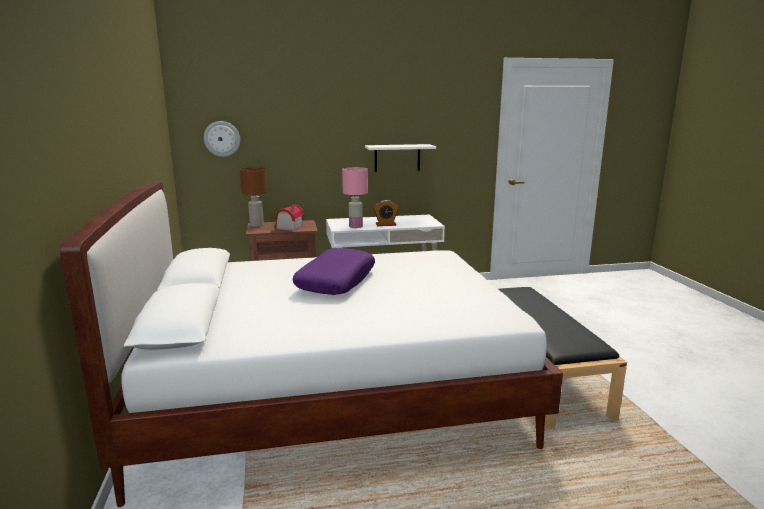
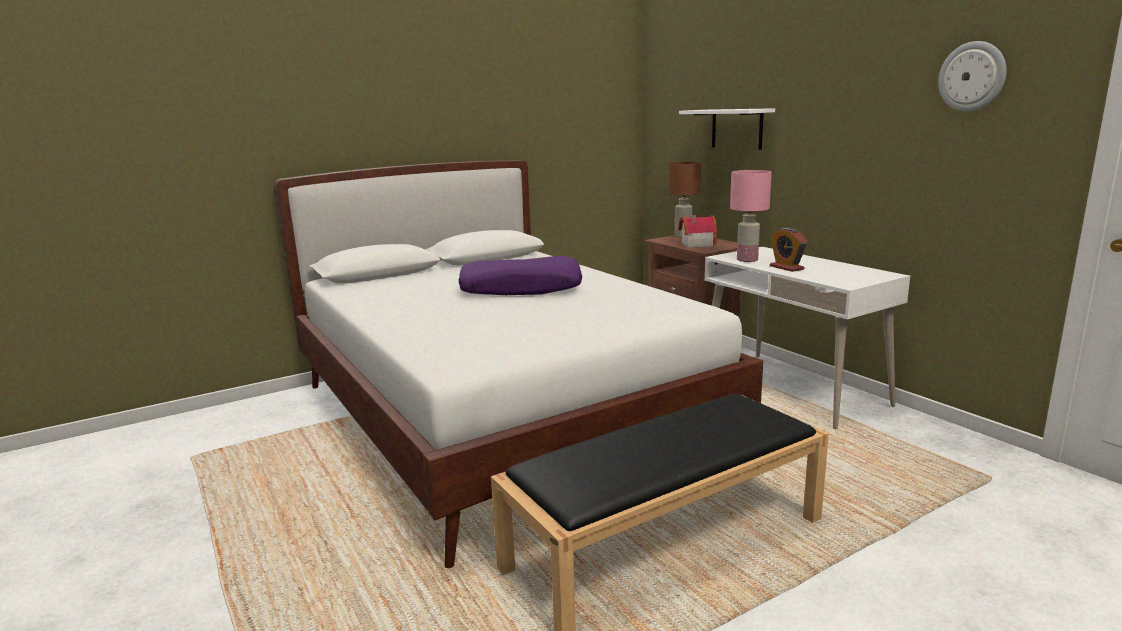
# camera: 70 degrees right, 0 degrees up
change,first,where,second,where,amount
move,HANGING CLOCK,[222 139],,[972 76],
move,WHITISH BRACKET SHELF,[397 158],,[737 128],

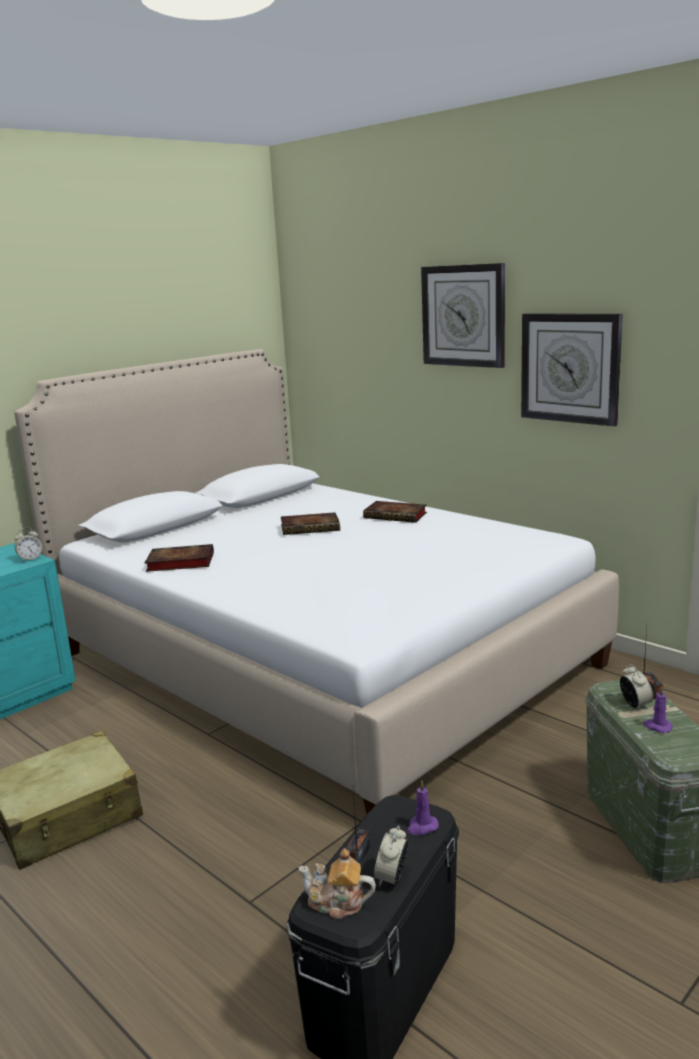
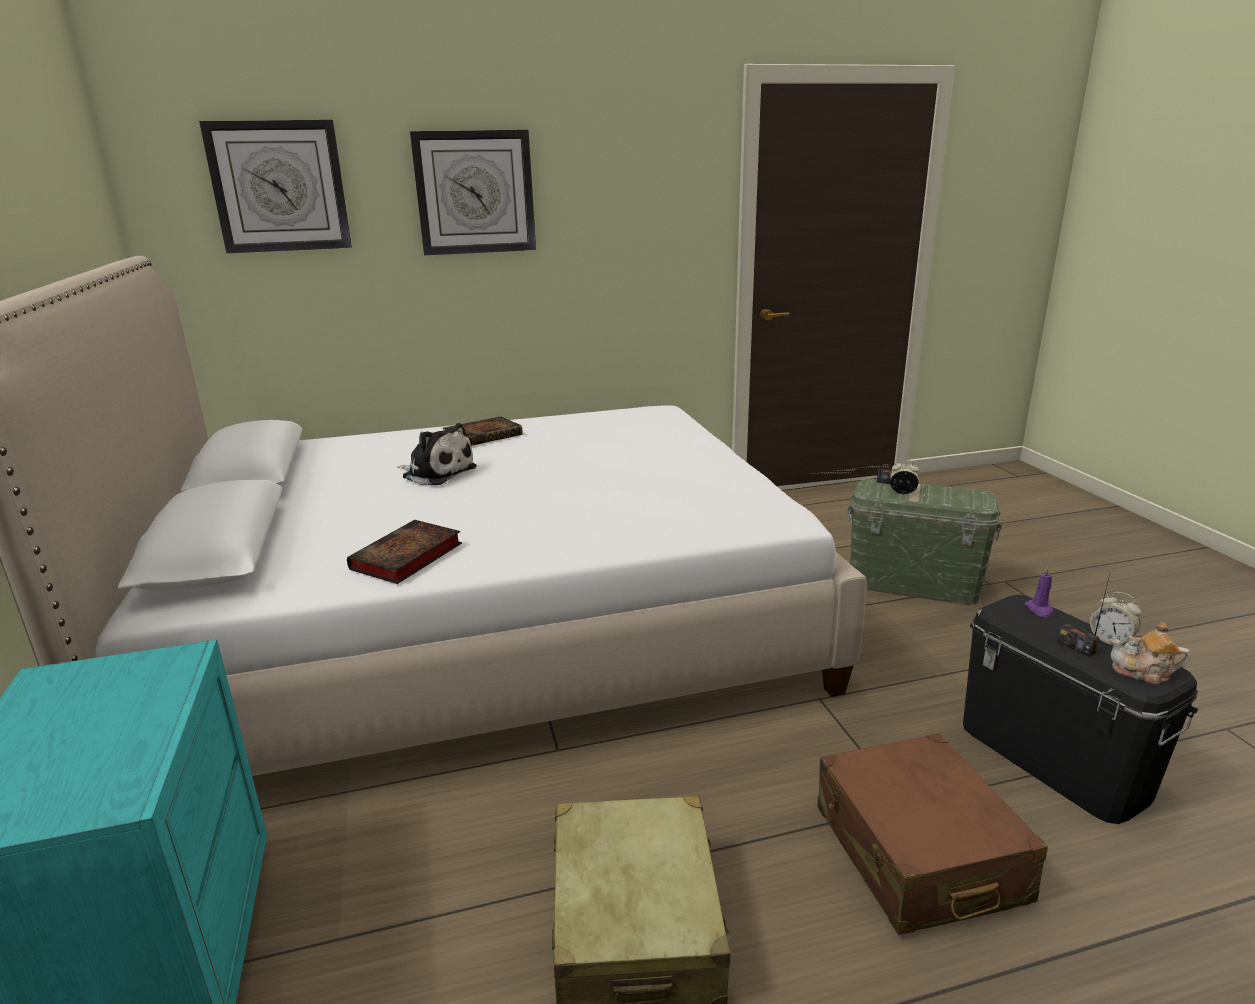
# camera: 60 degrees left, 5 degrees up
change,first,where,second,where,amount
delete,ALARM CLOCK,[30 559],,,
replace,BOOK,[311 527],PLUSH TOY,[437 472],
rotate,TEAPOT,[337 903],,[1143 673],60 degrees clockwise
move,HANGING CLOCK,[570 368],,[279 187],
delete,PURPLE-COLOURED CANDLE,[657 726],,,
insert,,,BROWNISH PIECE OF LUGGAGE,[917 854],

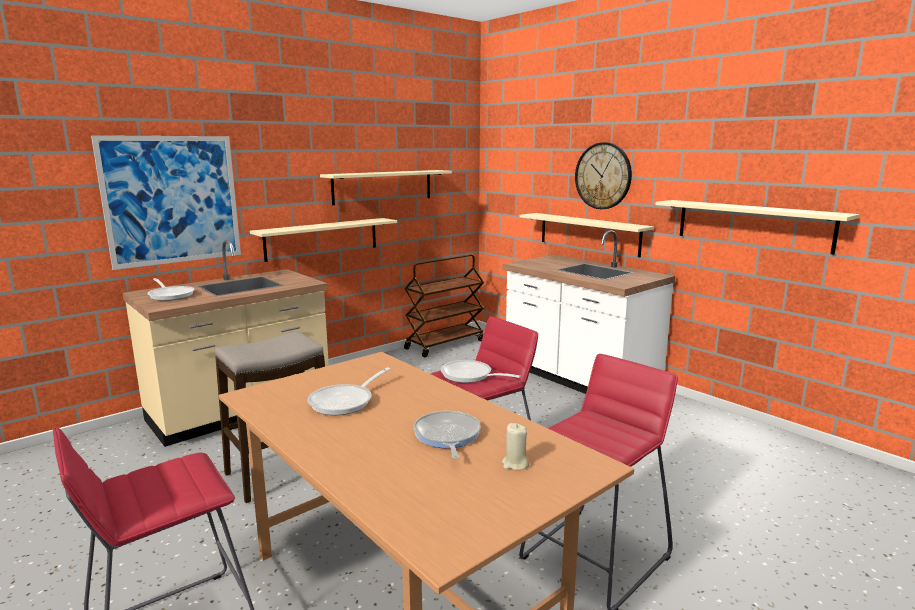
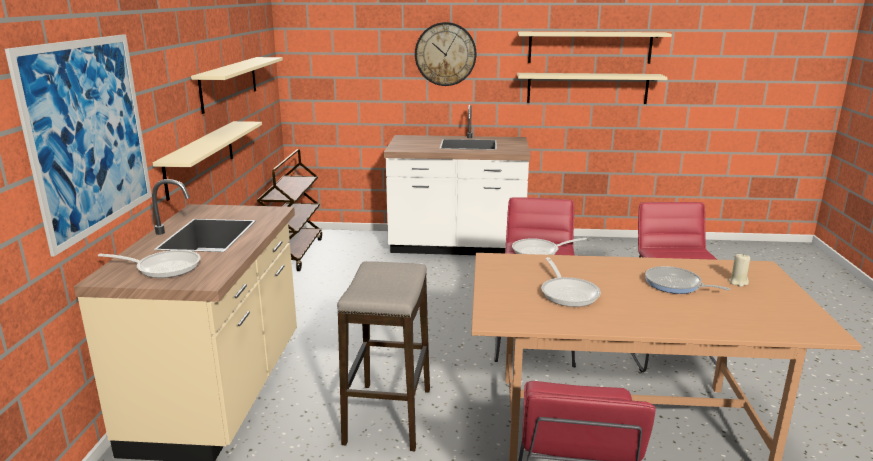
# camera: 45 degrees left, 5 degrees up
change,first,where,second,where,amount
move,BEIGE BRACKET SHELF,[588 234],,[589 47],

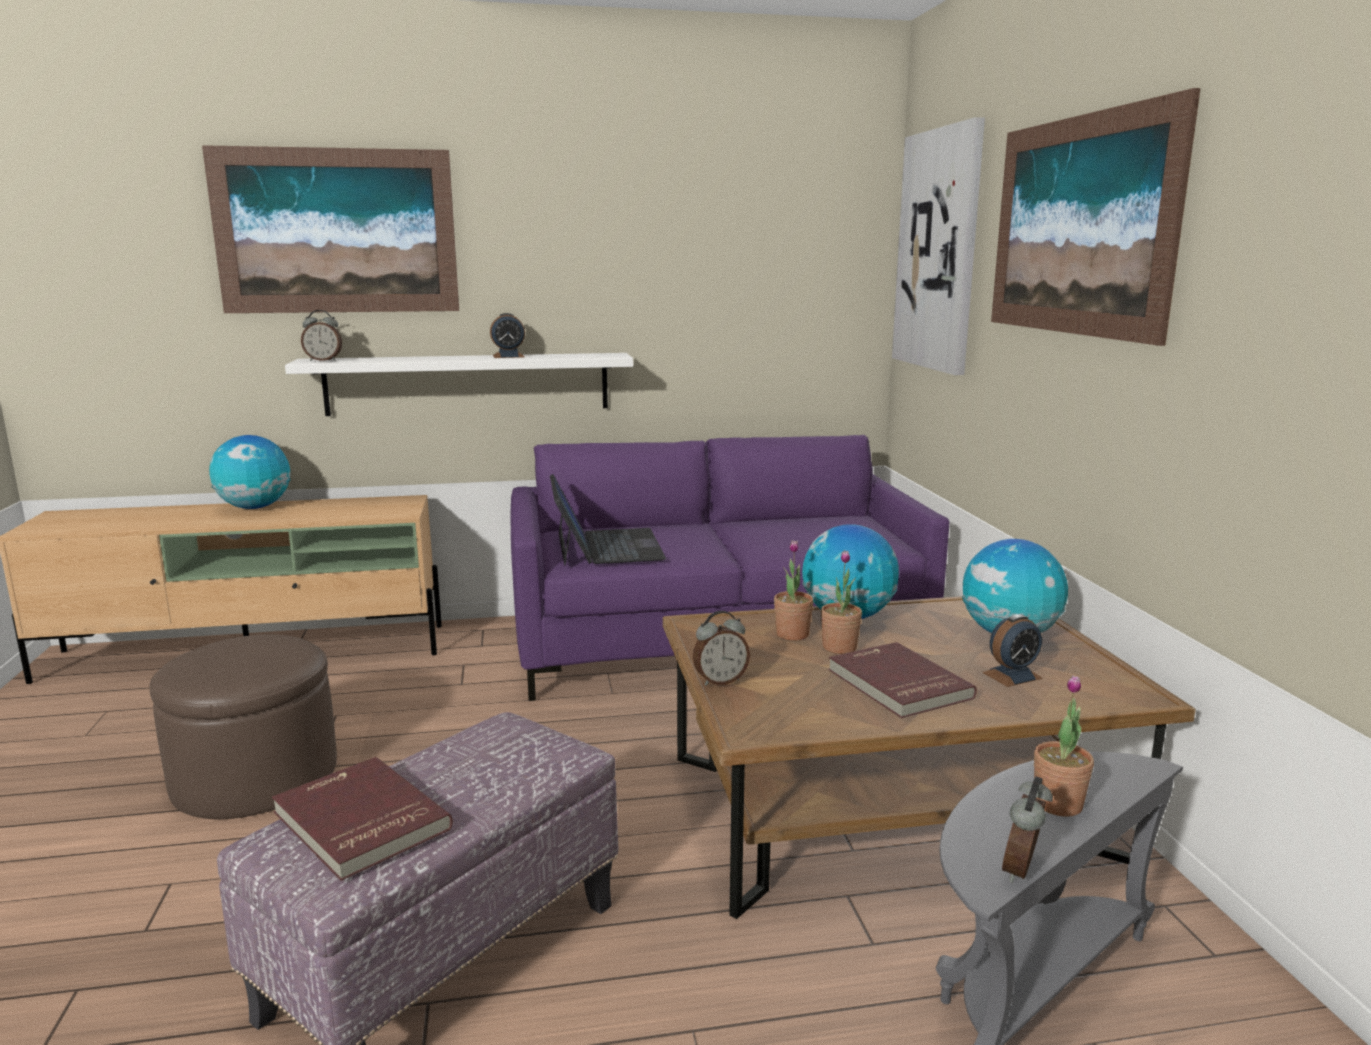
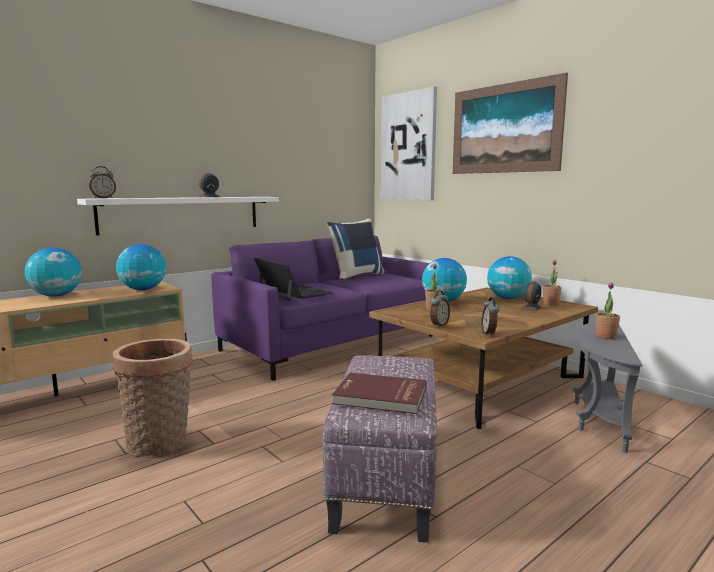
# camera: 30 degrees left, 5 degrees down
change,first,where,second,where,amount
replace,BROWNISH FOOTREST,[255 776],BASKET,[160 444],
delete,WALL PICTURE,[336 231],,,
move,POTTED PLANT,[839 647],,[550 303],
delete,REDDISH BOOK,[897 684],,,
move,ALARM CLOCK,[1023 871],,[489 334],
insert,,,DESK GLOBE,[143 289],
insert,,,BLUE CUSHION,[357 275],

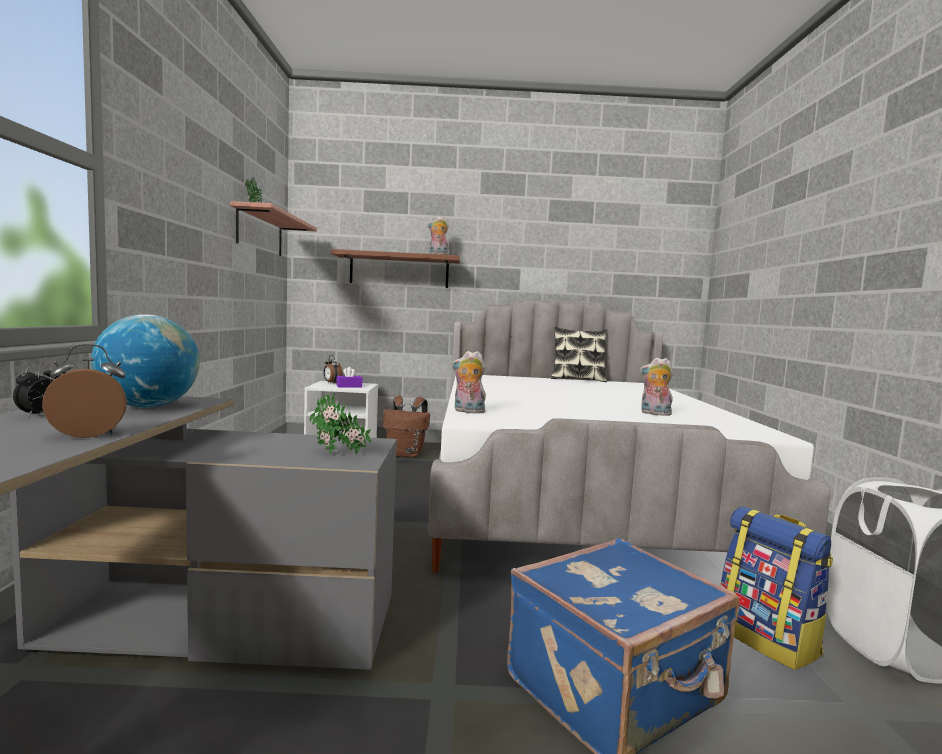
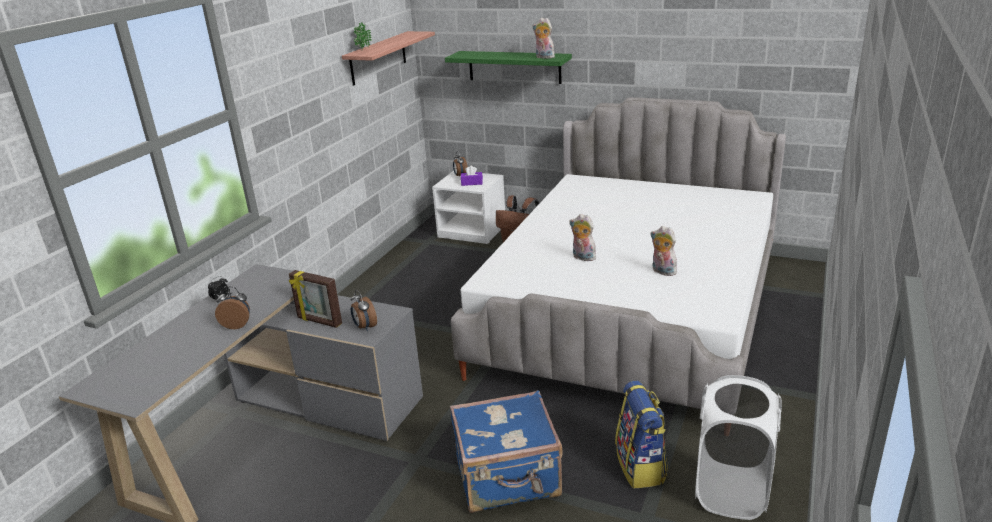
# camera: 25 degrees right, 20 degrees up
change,first,where,second,where,amount
delete,DESK GLOBE,[148 406],,,
replace,POTTED PLANT,[338 455],ALARM CLOCK,[364 327],
recolor,BROWNISH BRACKET SHELF,[399 270],GREEN BRACKET SHELF,[514 67],
move,PLUSH TOY,[468 411],,[582 257],
delete,CUSHION,[577 379],,,
insert,,,PICTURE FRAME,[319 321],

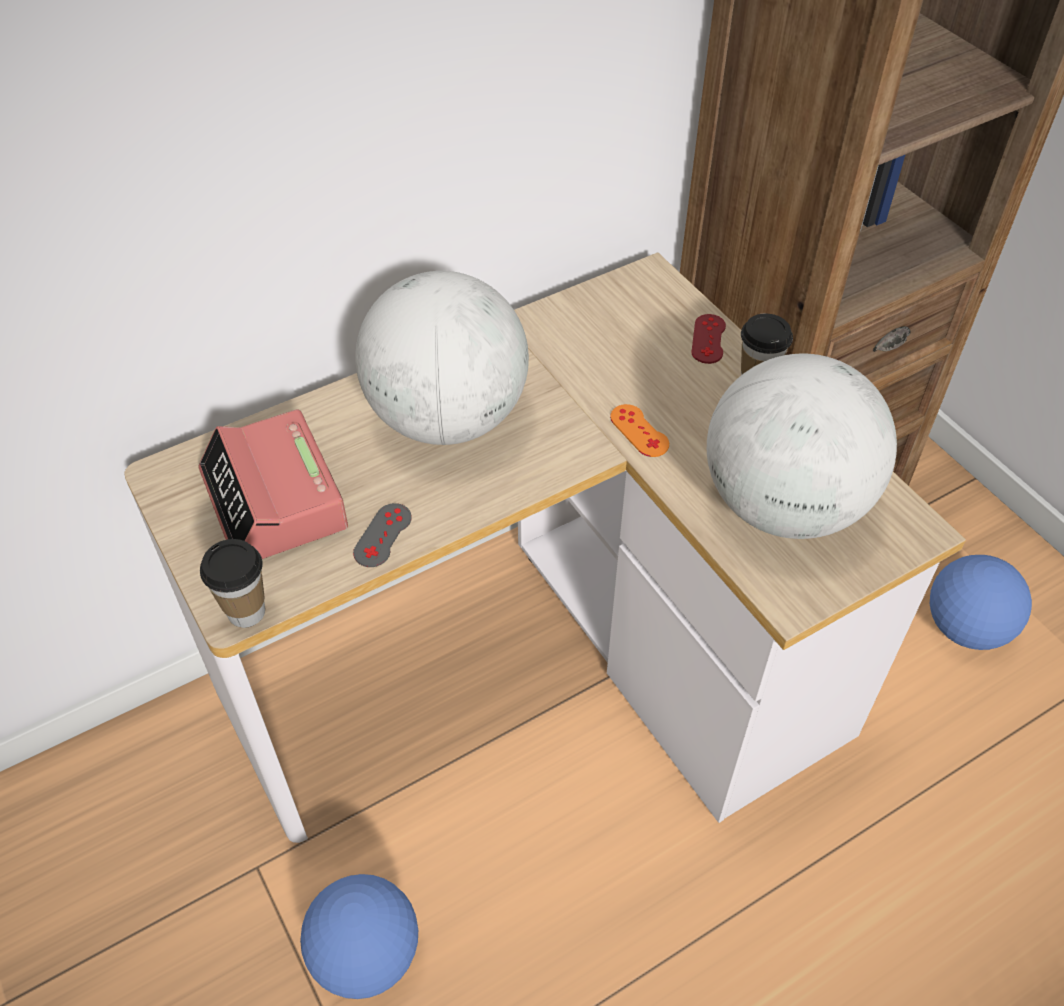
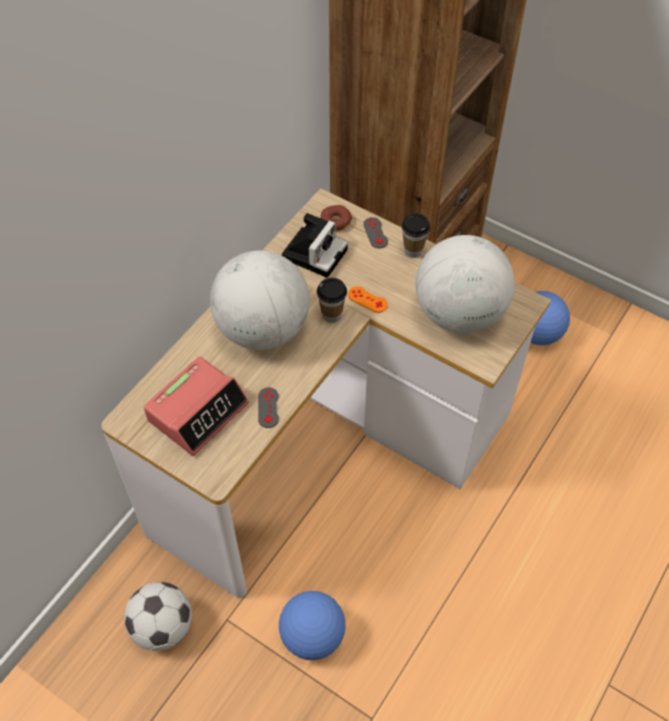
# camera: 25 degrees left, 5 degrees up
change,first,where,second,where,amount
rotate,ALARM CLOCK,[274 501],,[198 411],90 degrees counterclockwise
move,CUP,[246 612],,[331 315],
recolor,REDDISH GAMEPAD,[708 339],GREYISH GAMEPAD,[375 233],
insert,,,BALL FOR FOOTBALL,[163 627],
insert,,,STILL CAMERA,[315 252],
insert,,,RING DOUGHNUT,[336 221],

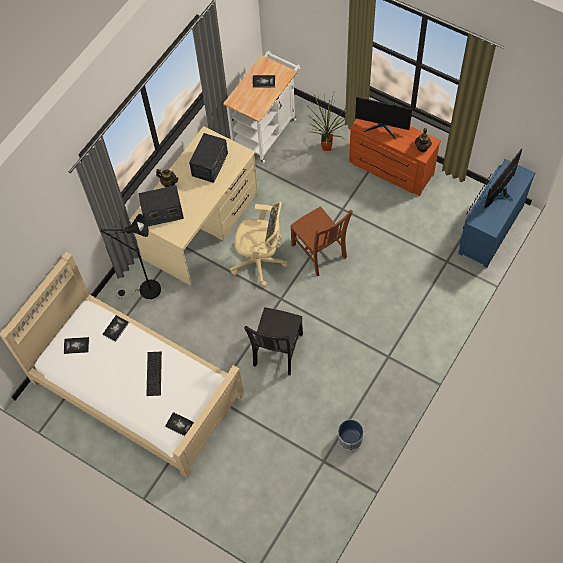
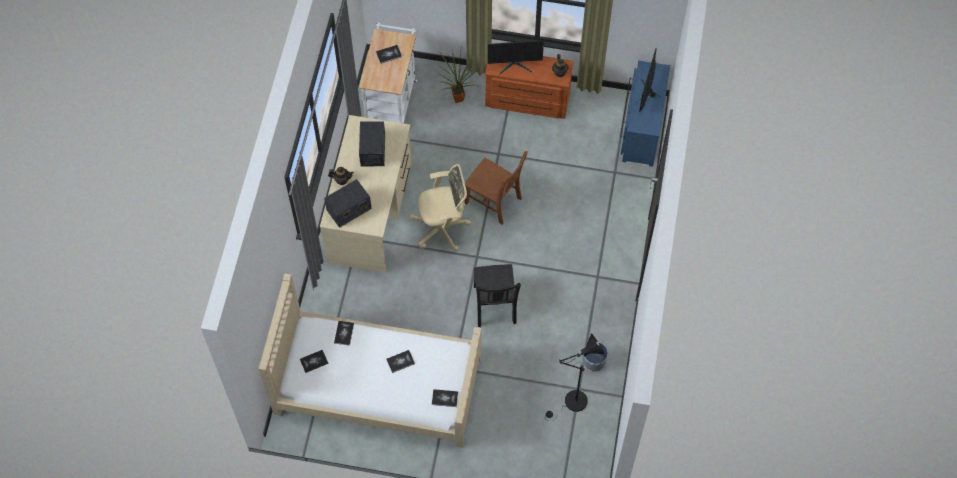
# camera: 25 degrees left, 0 degrees up
change,first,where,second,where,amount
move,BLACKISH STANDING LAMP,[145 291],,[572 404],
replace,COMPUTER KEYBOARD,[155 374],BOOK,[400 361],

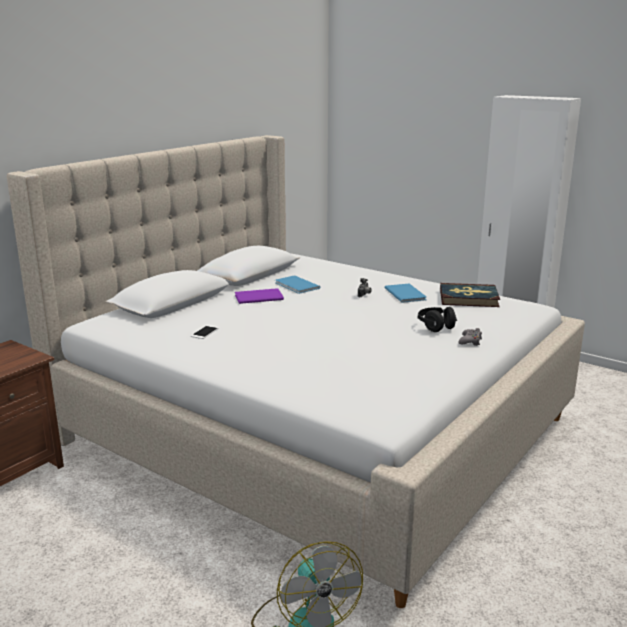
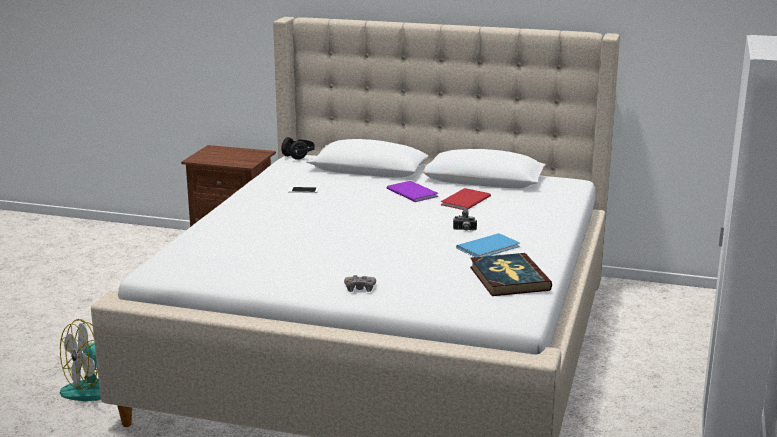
# camera: 70 degrees right, 0 degrees up
change,first,where,second,where,amount
recolor,BLUE BOOK,[296 286],REDDISH BOOK,[463 201],
move,BLACKISH HEADSET,[436 327],,[298 156],

